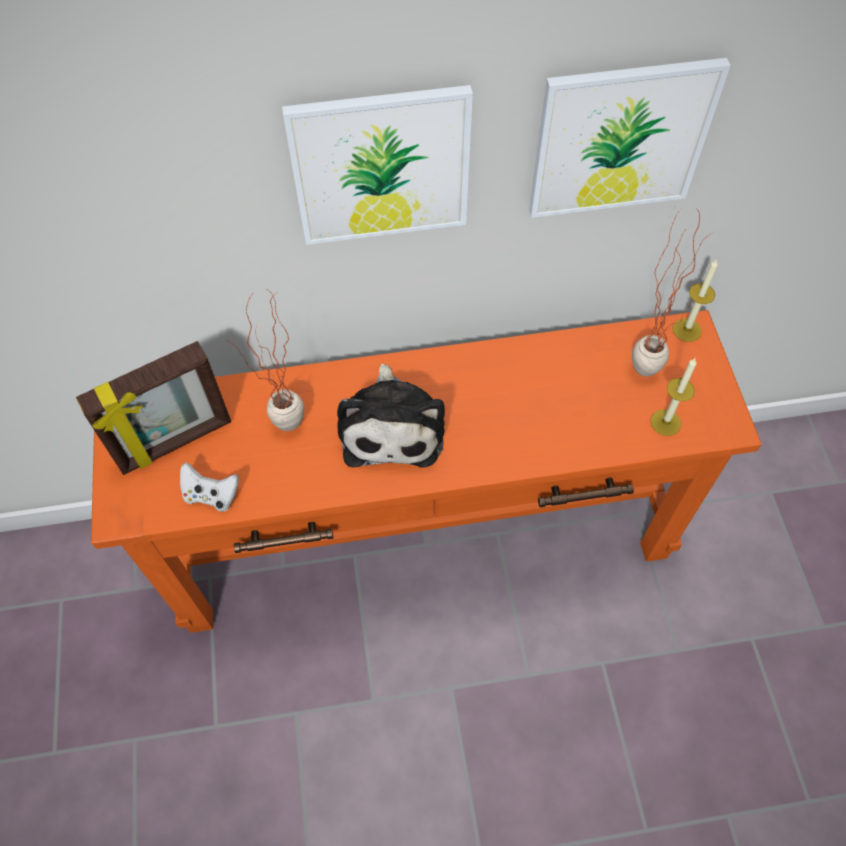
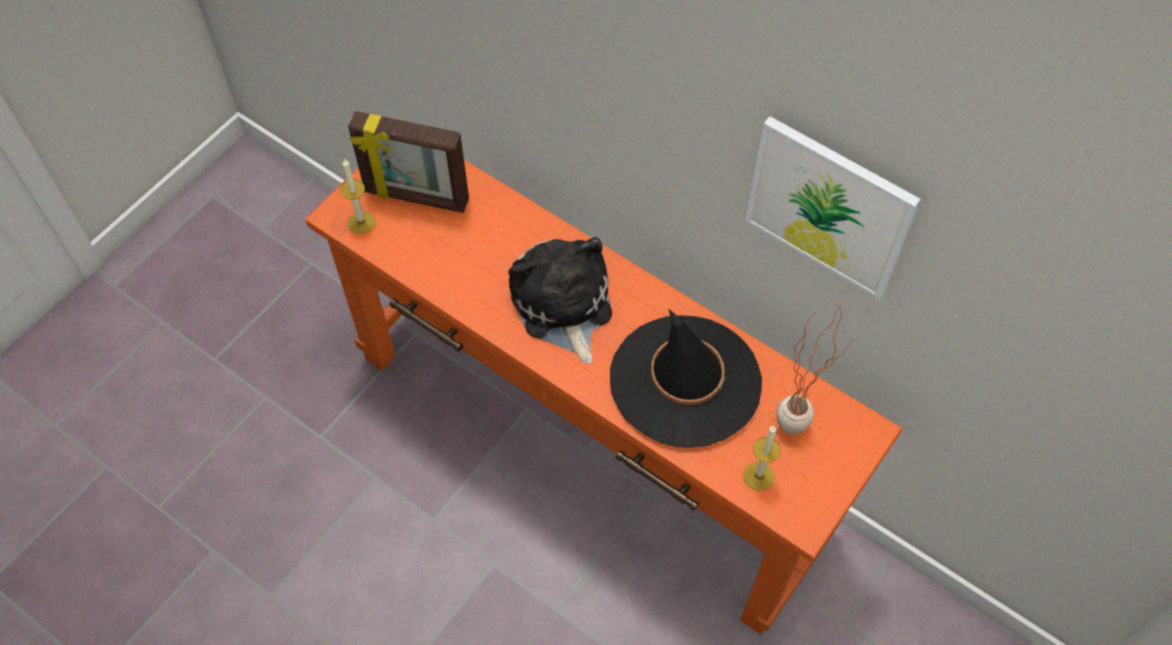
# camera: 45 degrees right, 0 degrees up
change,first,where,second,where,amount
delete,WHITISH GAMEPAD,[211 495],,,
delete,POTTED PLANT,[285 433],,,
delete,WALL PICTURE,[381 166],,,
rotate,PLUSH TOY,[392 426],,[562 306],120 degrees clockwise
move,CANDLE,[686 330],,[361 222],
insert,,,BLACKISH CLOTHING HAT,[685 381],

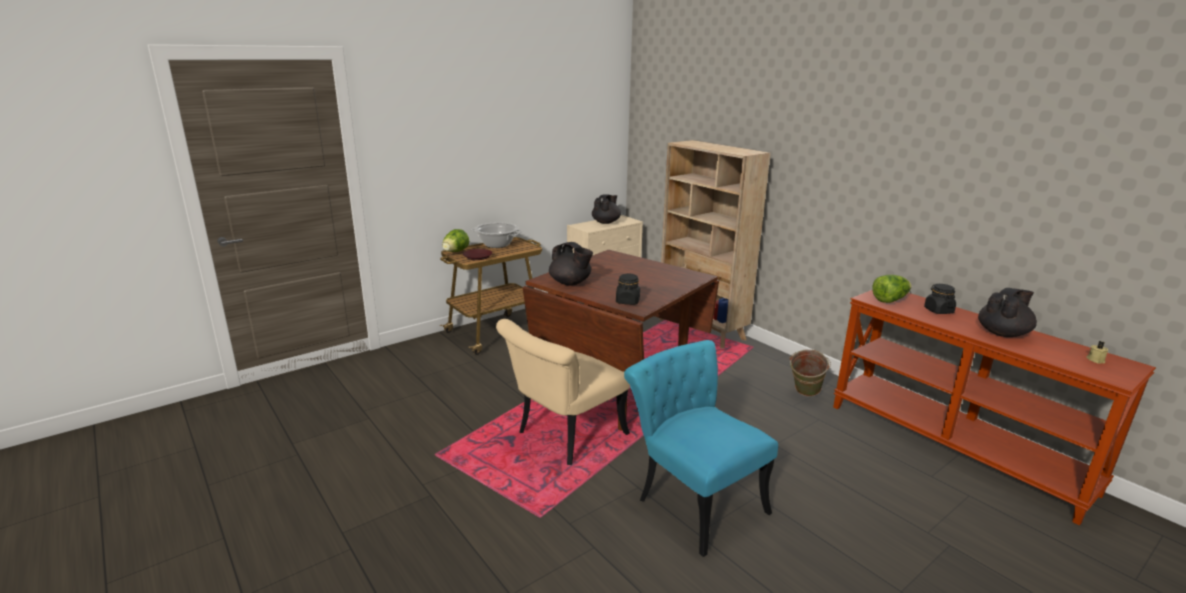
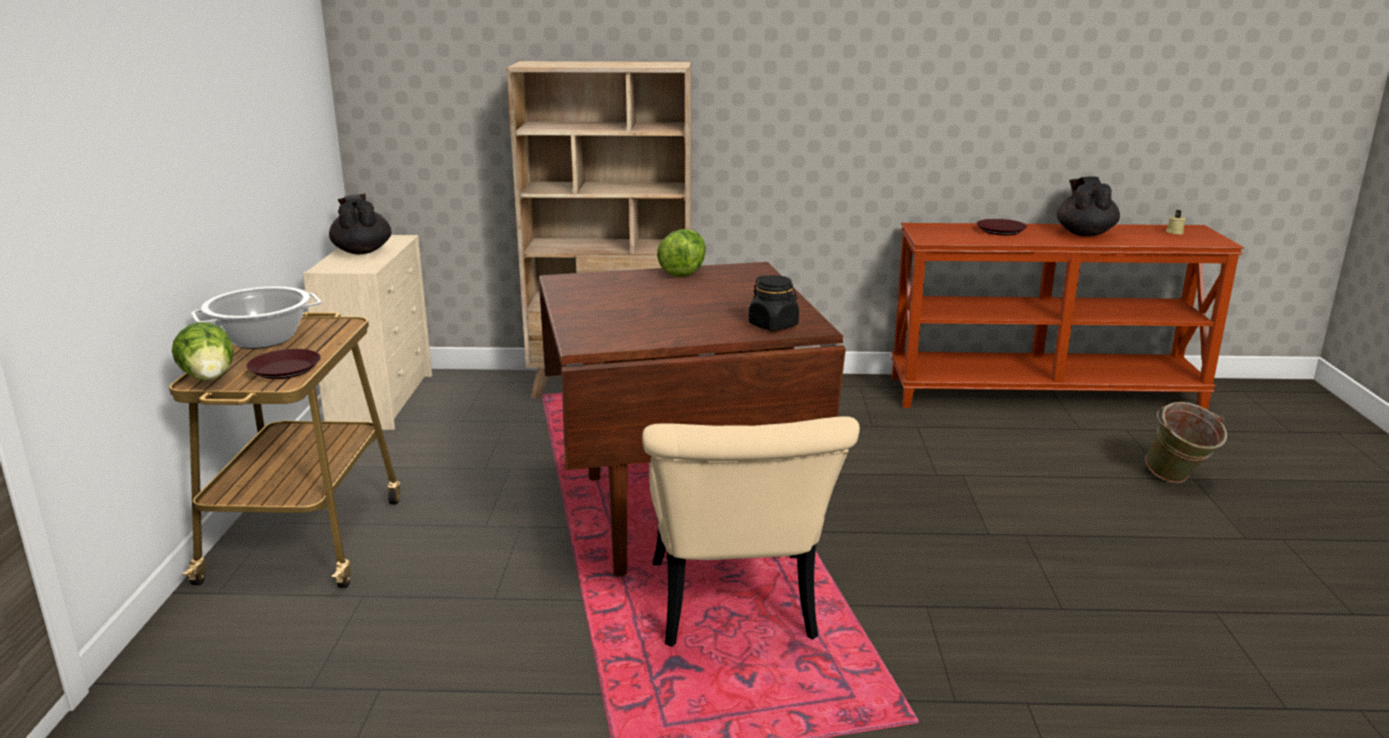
# camera: 50 degrees left, 0 degrees up
change,first,where,second,where,amount
delete,BLACKISH TEAPOT,[570 283],,,
delete,BLUE-GREEN UPRIGHT CHAIR,[693 499],,,
move,GREEN BUCKET,[804 395],,[1177 481],
move,HEAD OF LETTUCE,[890 300],,[684 271],
replace,BLACKISH STORAGE JAR,[938 310],BROWNISH PLATE,[1001 231],

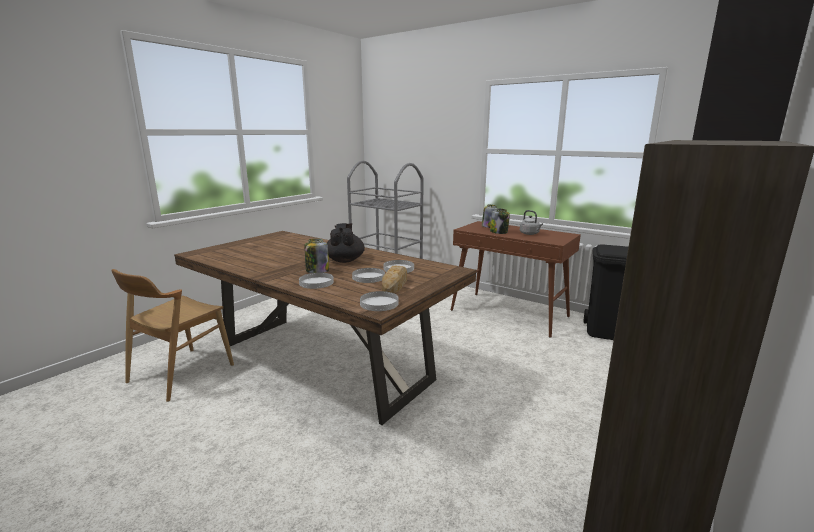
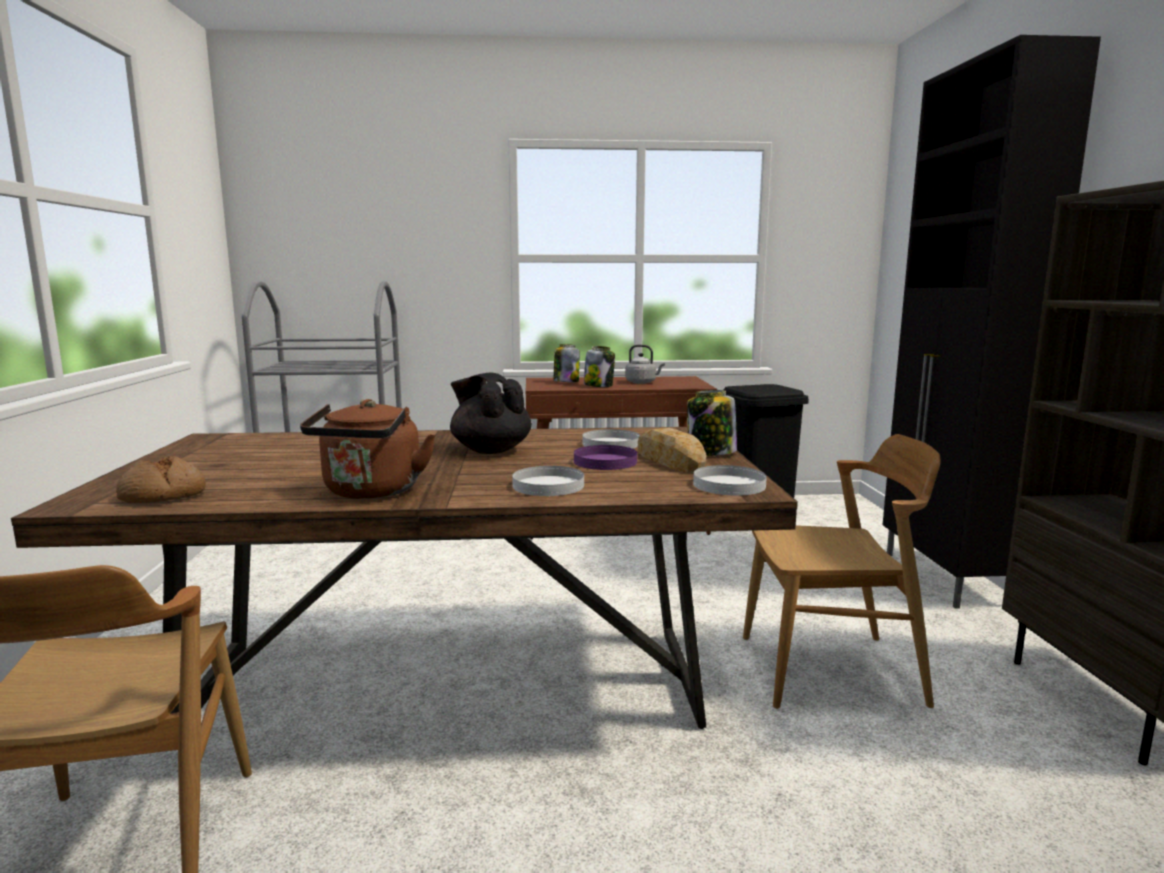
# camera: 40 degrees left, 5 degrees down
change,first,where,second,where,amount
move,STORAGE JAR,[317 271],,[711 453],
recolor,WHITISH PLATE,[368 277],PURPLE-COLOURED PLATE,[605 461],
insert,,,BAKERY BREAD,[163 496],
insert,,,BROWNISH WATER KETTLE,[371 492],
insert,,,BROWNISH UPRIGHT CHAIR,[831 670],

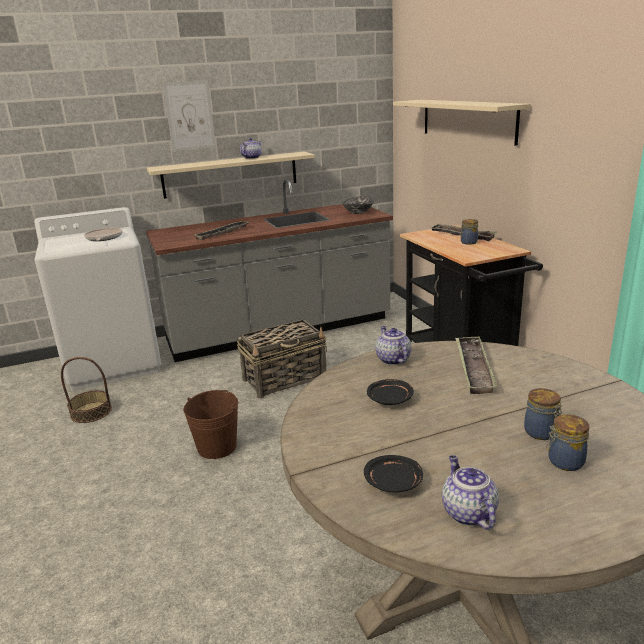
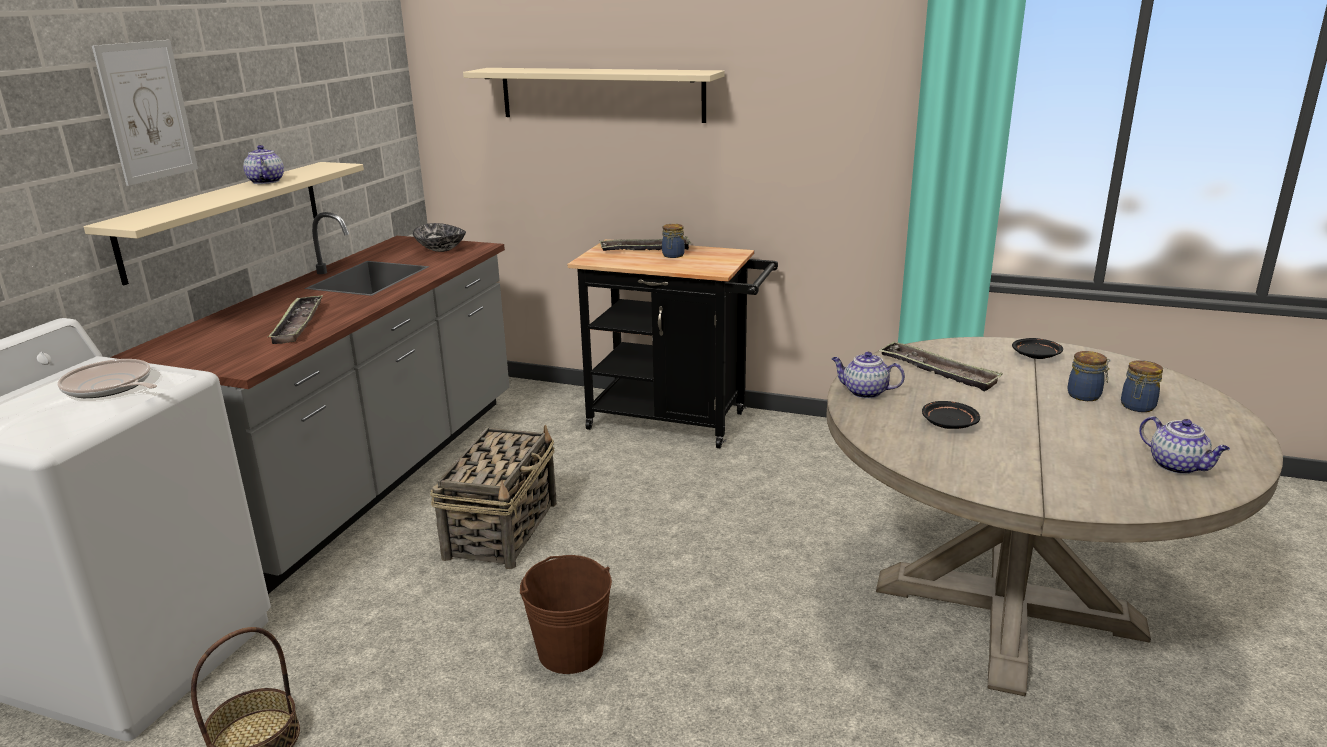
# camera: 50 degrees left, 0 degrees up
change,first,where,second,where,amount
move,BLACKISH PLATE,[394 482],,[1036 355],
rotate,TEAPOT,[467 512],,[1178 466],150 degrees counterclockwise

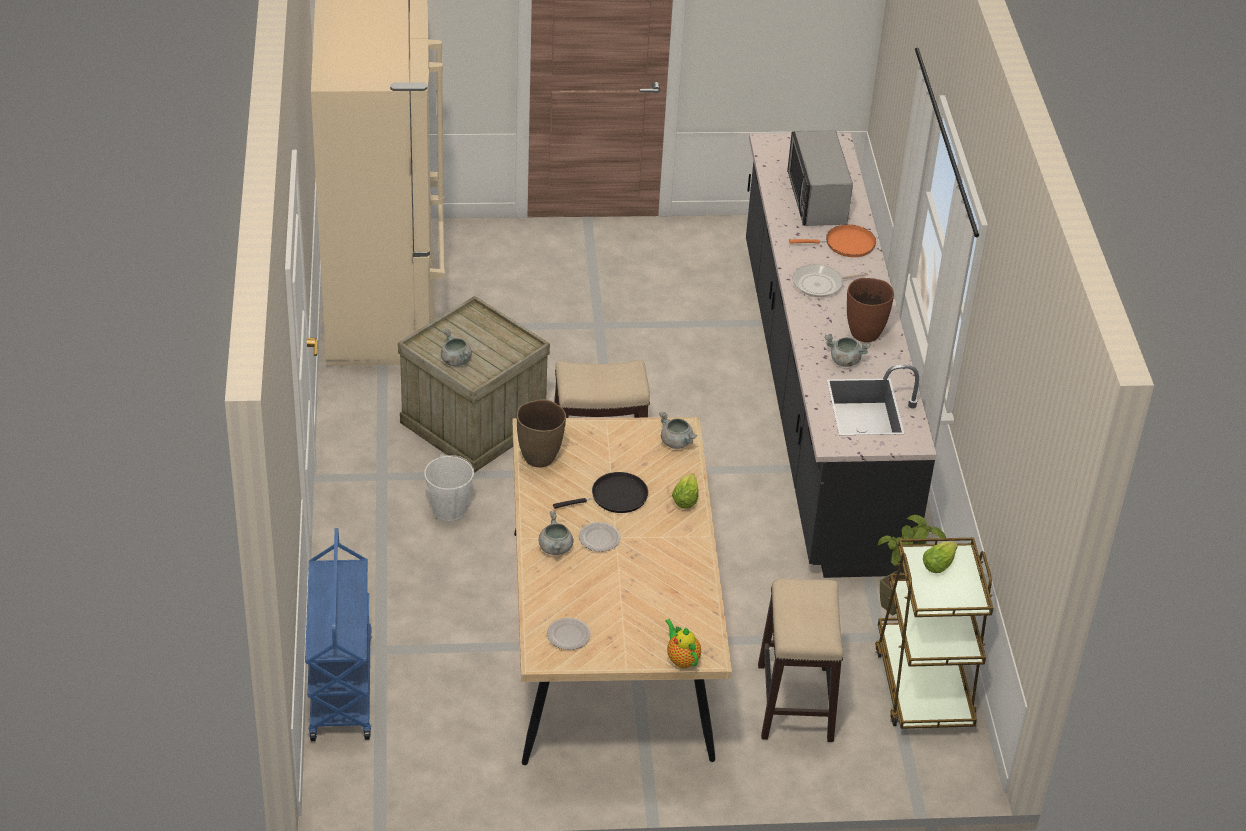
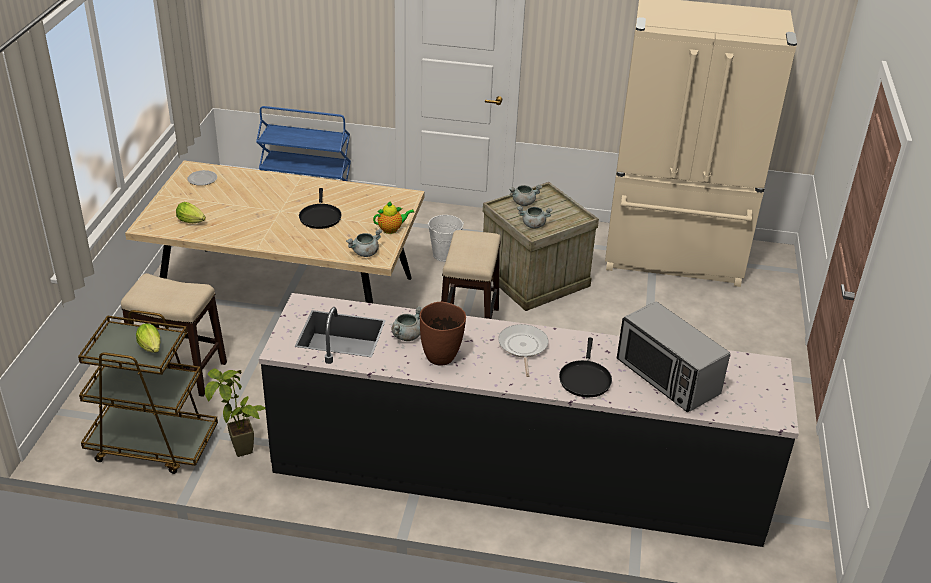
# camera: 105 degrees right, 5 degrees down
change,first,where,second,where,amount
delete,BROWNISH VASE,[539 457],,,
move,GREYISH COOKING POT,[556 548],,[533 225],
delete,PLATE,[600 539],,,
move,TEAPOT,[681 659],,[392 229],
move,HEAD OF LETTUCE,[686 498],,[192 222],
rotate,KITCHEN MICROWAVE,[816 199],,[667 377],135 degrees counterclockwise
recolor,ORANGEY SKILLET,[845 244],BLACKISH SKILLET,[585 379],

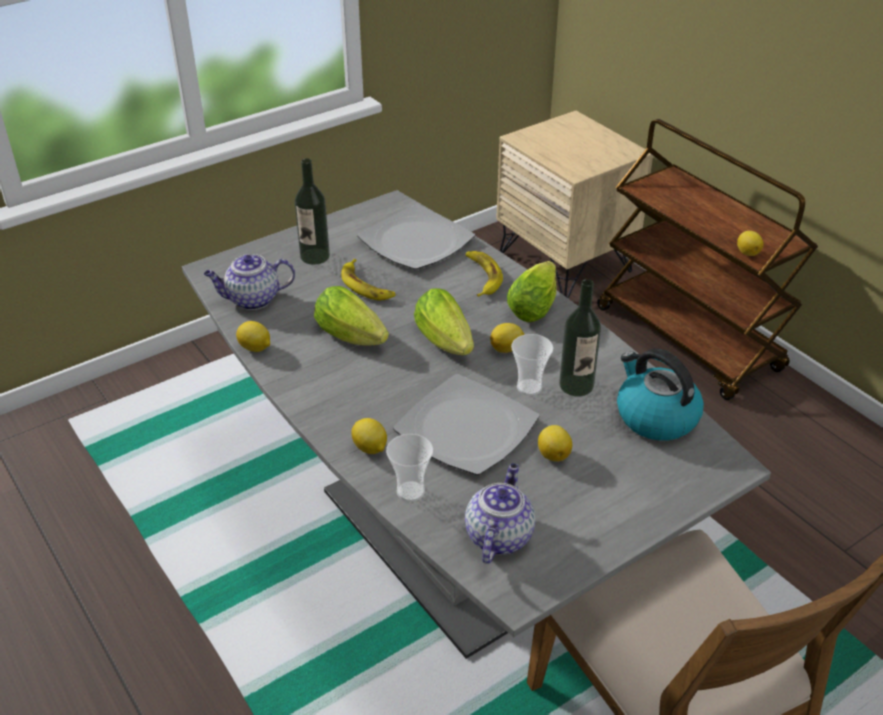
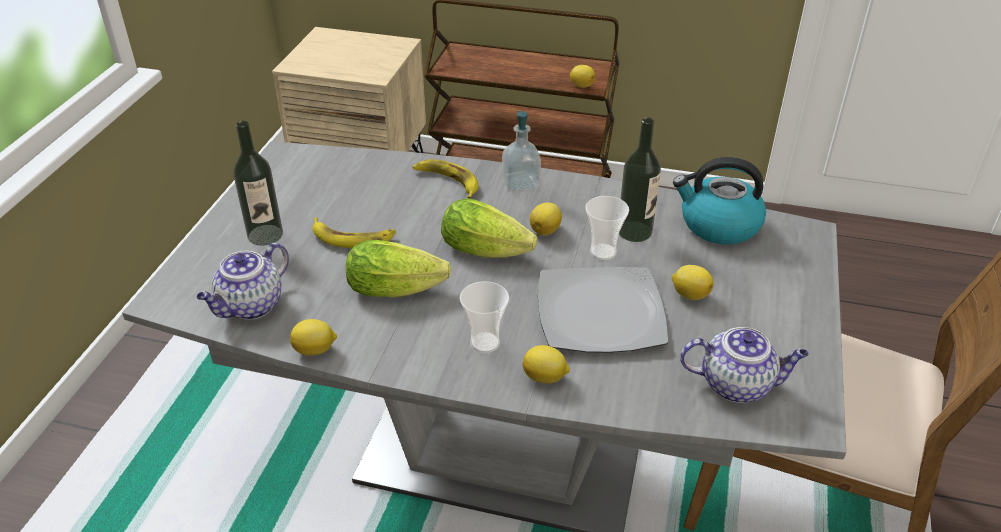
# camera: 40 degrees left, 0 degrees up
change,first,where,second,where,amount
delete,PLATE,[416 242],,,
move,CUP,[410 491],,[485 343],
rotate,TEAPOT,[498 536],,[737 384],120 degrees clockwise
replace,HEAD OF LETTUCE,[535 304],SOAP DISPENSER,[521 184],

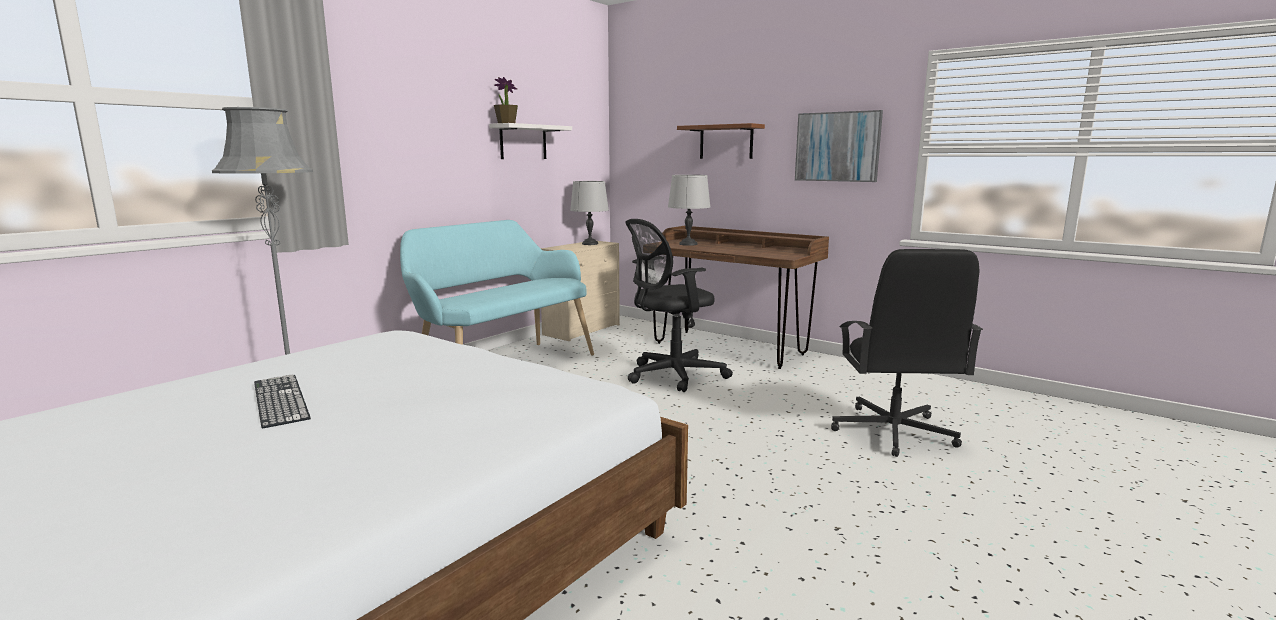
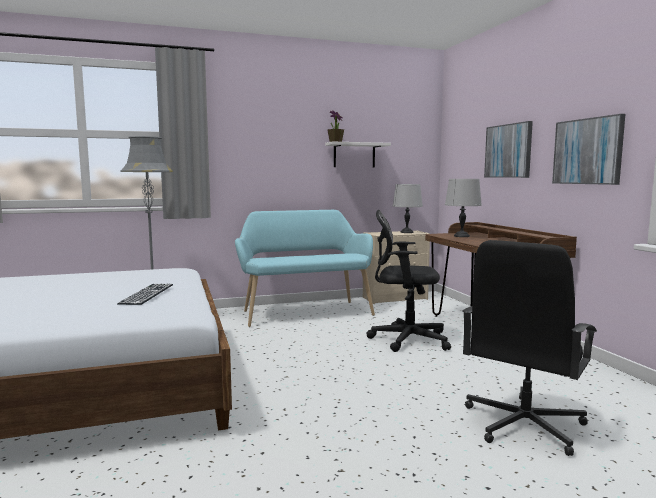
# camera: 35 degrees right, 5 degrees down
change,first,where,second,where,amount
move,COMPUTER KEYBOARD,[280 399],,[147 294],
replace,BROWNISH BRACKET SHELF,[726 142],WALL PICTURE,[508 151],

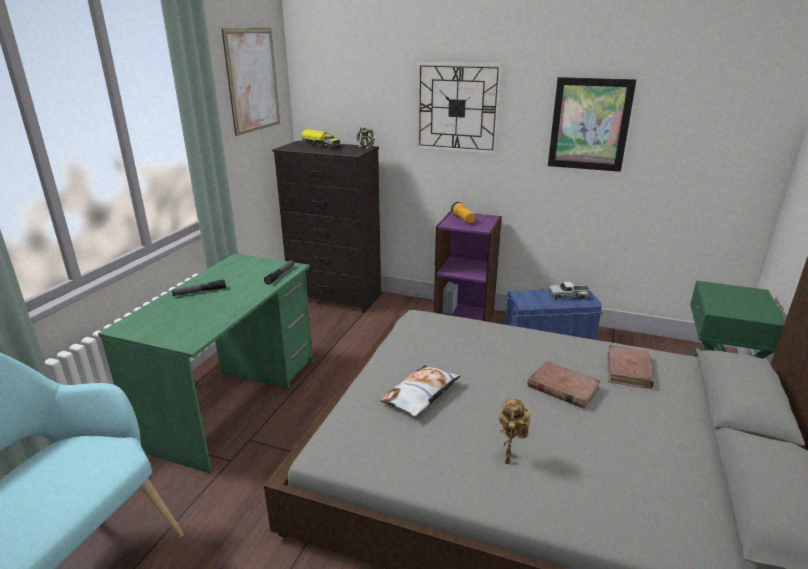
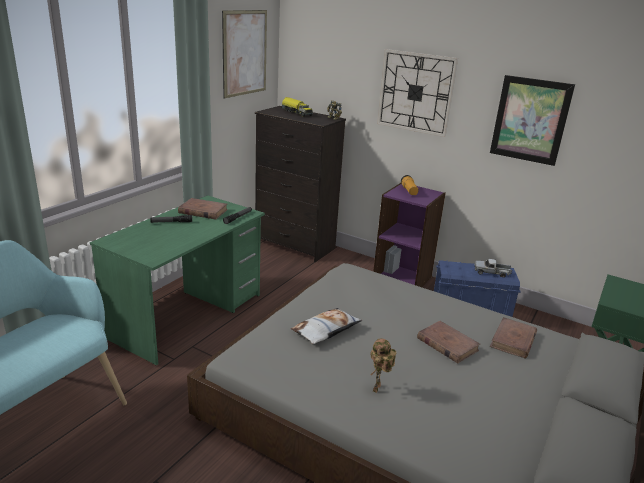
# camera: 10 degrees right, 0 degrees up
change,first,where,second,where,amount
insert,,,BROWNISH BOOK,[203 211],

